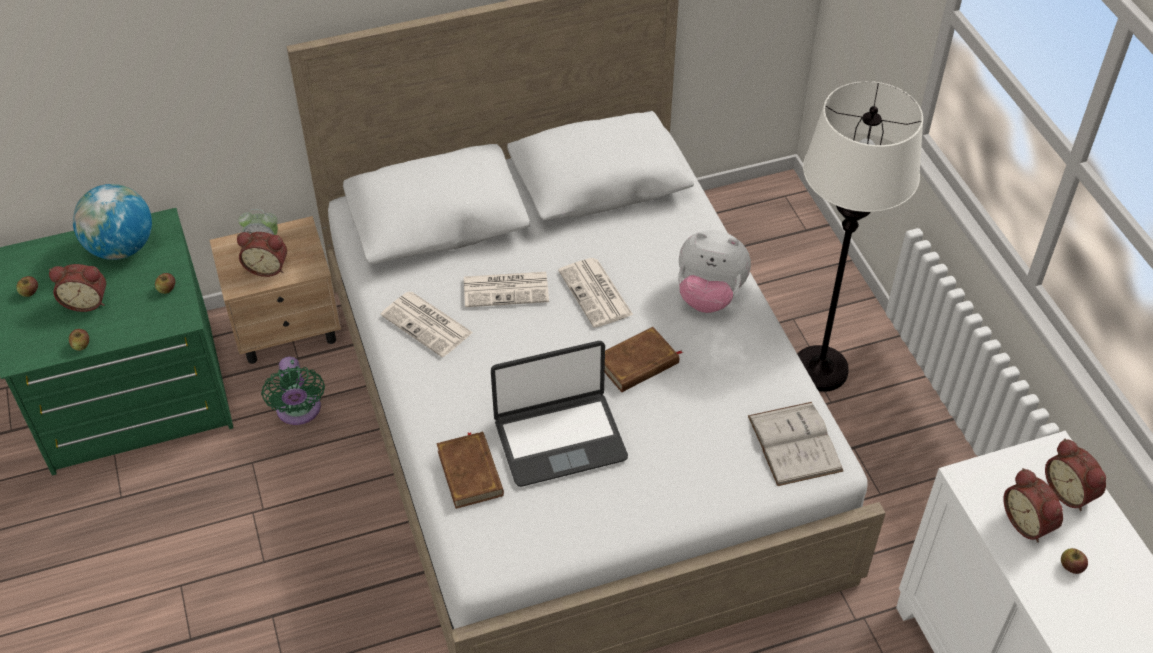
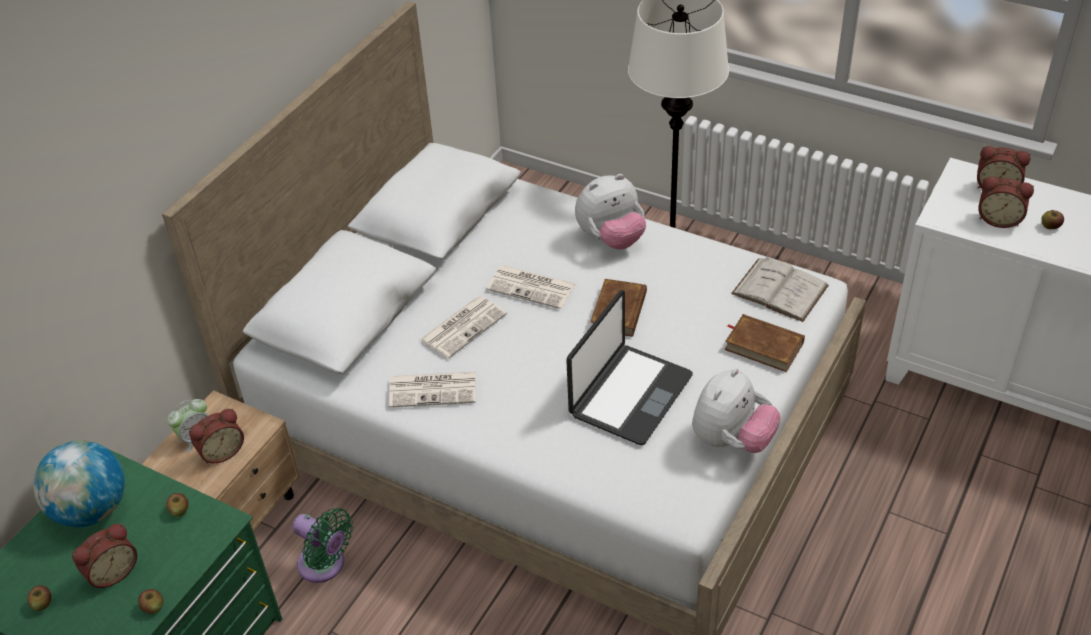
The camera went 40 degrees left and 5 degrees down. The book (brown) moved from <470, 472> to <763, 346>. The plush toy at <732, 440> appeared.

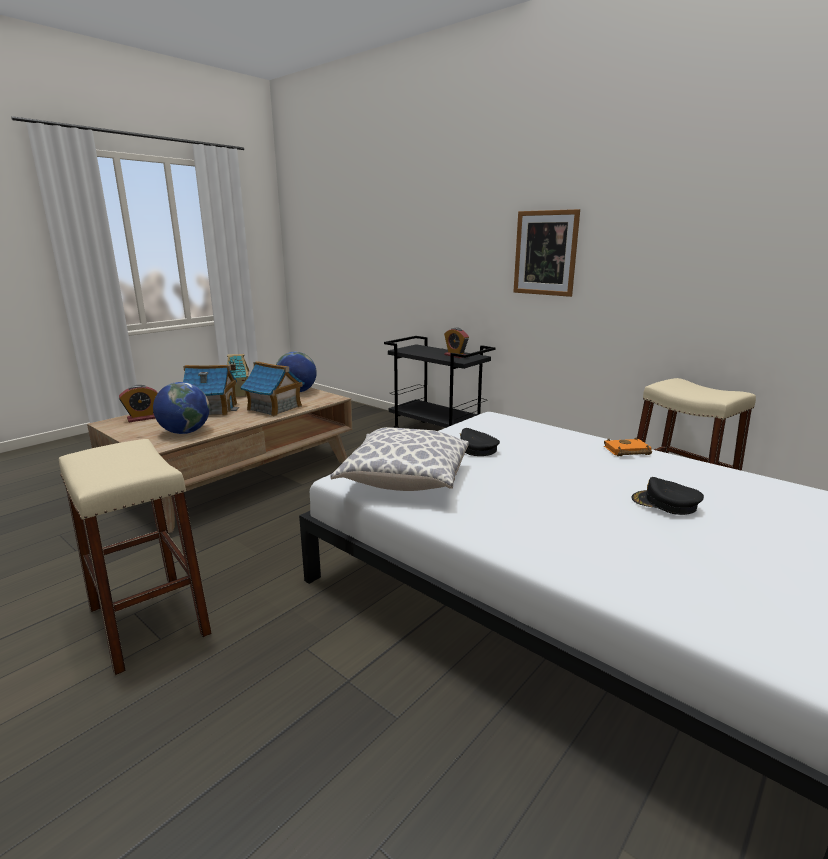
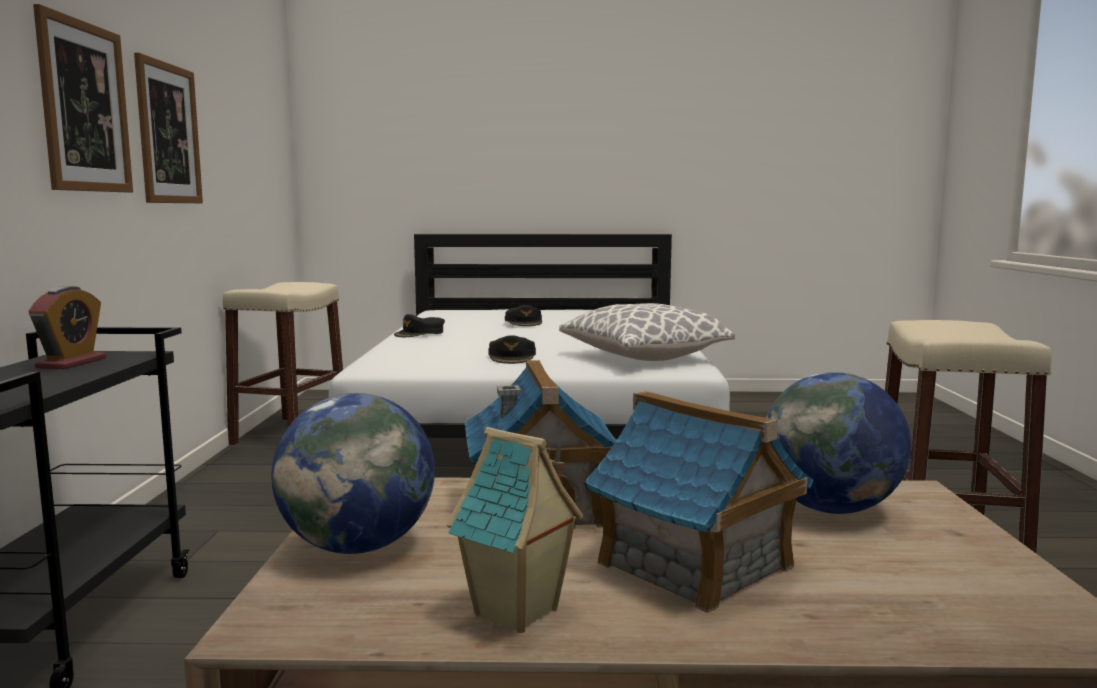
The camera went 130 degrees left and 10 degrees down. The alarm clock at <142, 418> disappeared. The book (orange) at <626, 451> was replaced by the cap (black) at <420, 333>. The picture at <168, 134> appeared.

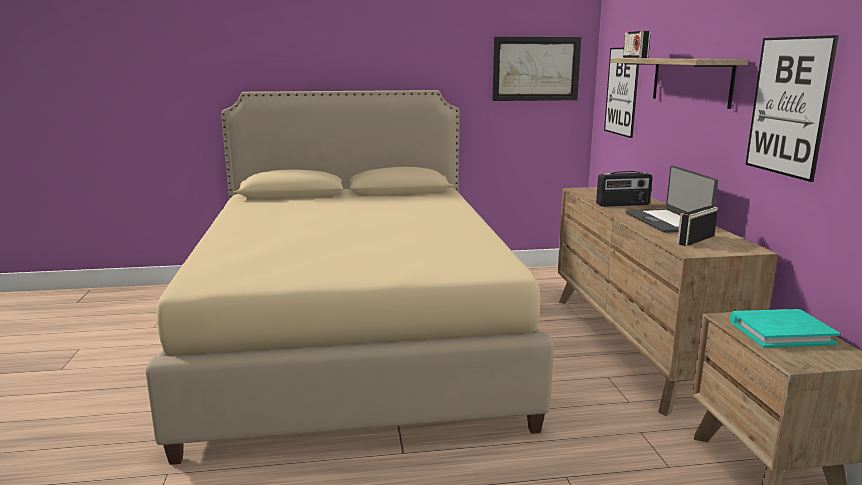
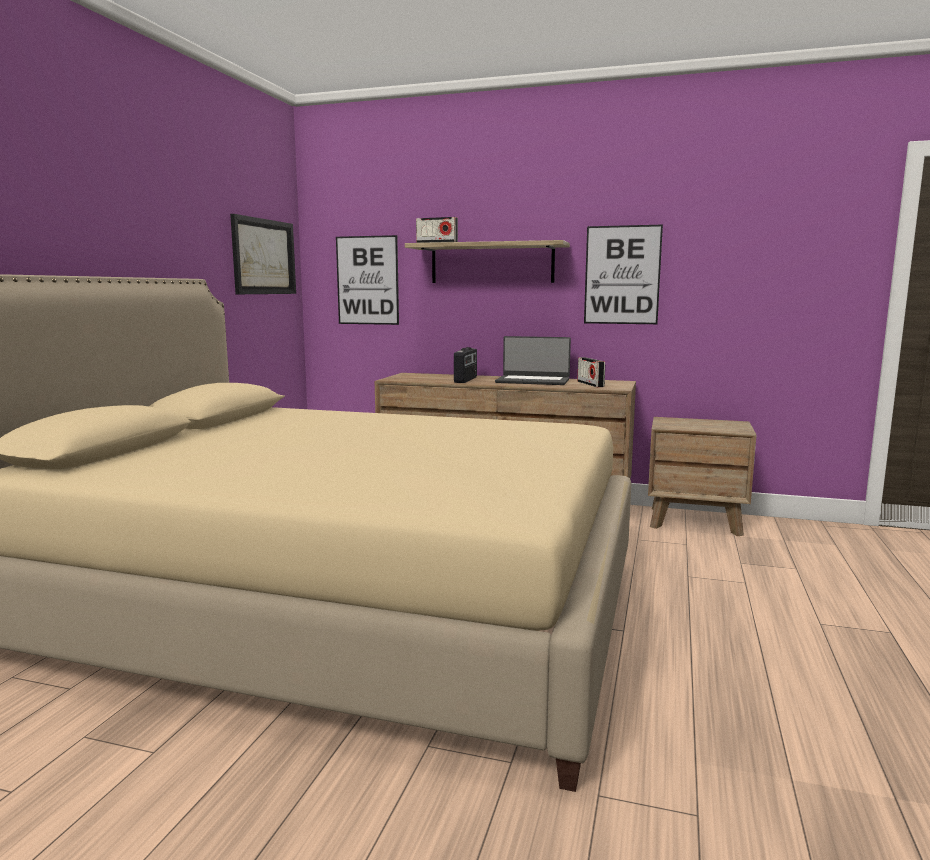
The camera went 65 degrees left and 5 degrees down. The book (turquoise) at <780, 332> disappeared.

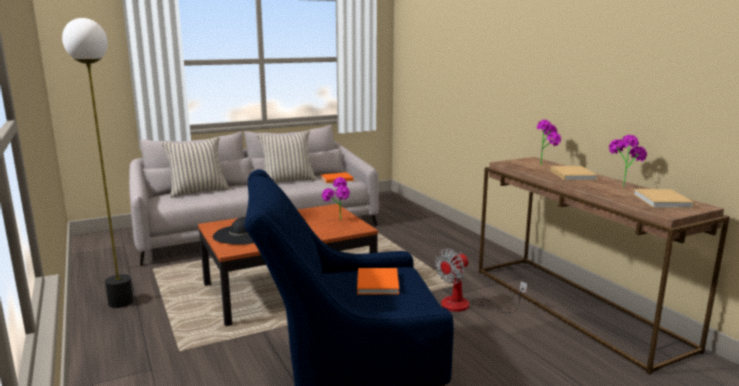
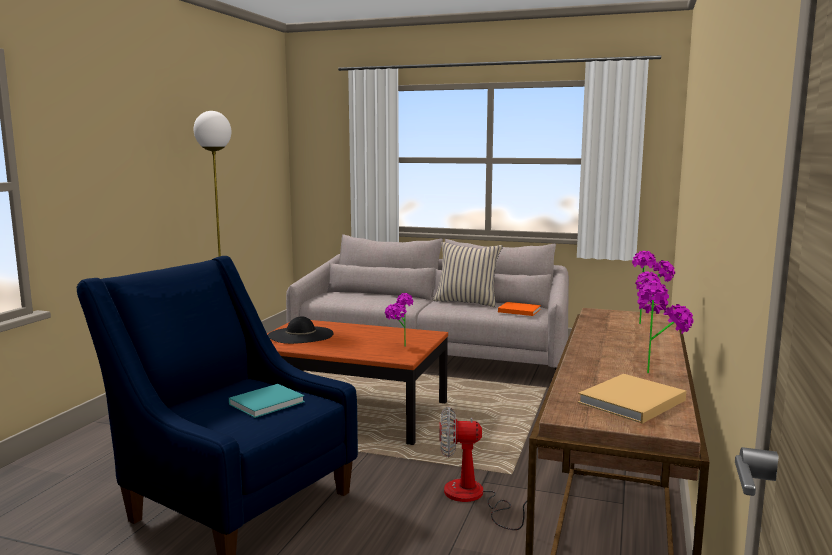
The camera went 45 degrees right and 5 degrees down. The pillow (beige) at <198, 191> disappeared. The book (beige) at <572, 174> disappeared. The book (orange) at <377, 282> became the book (turquoise) at <268, 402>.

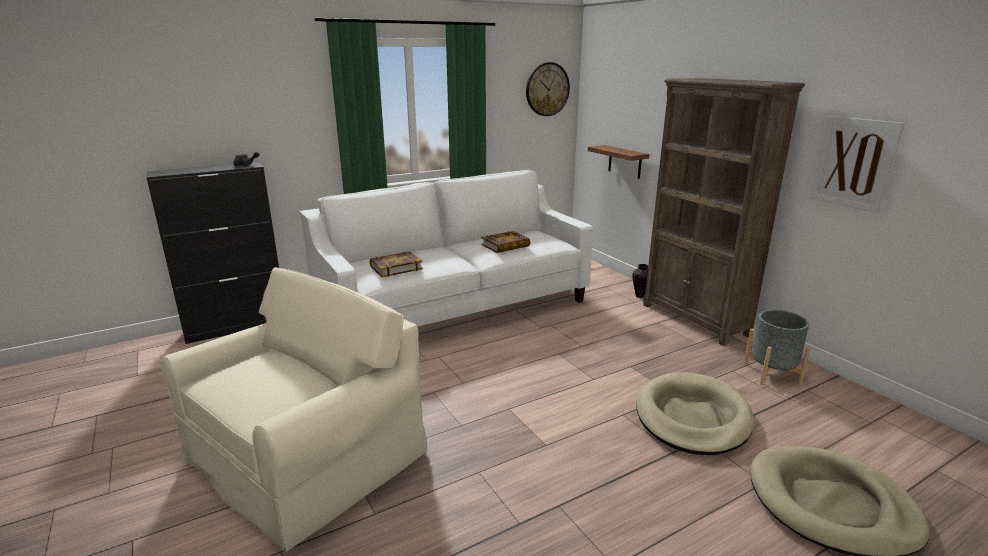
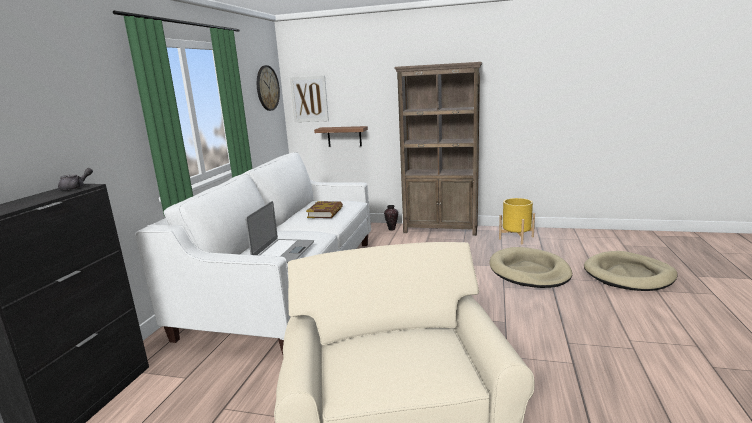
The camera went 45 degrees left and 5 degrees down. The picture moved from <854, 163> to <309, 99>. The book at <396, 268> was replaced by the laptop at <283, 252>. The planter (grey) at <771, 373> became the planter (yellow) at <516, 238>.

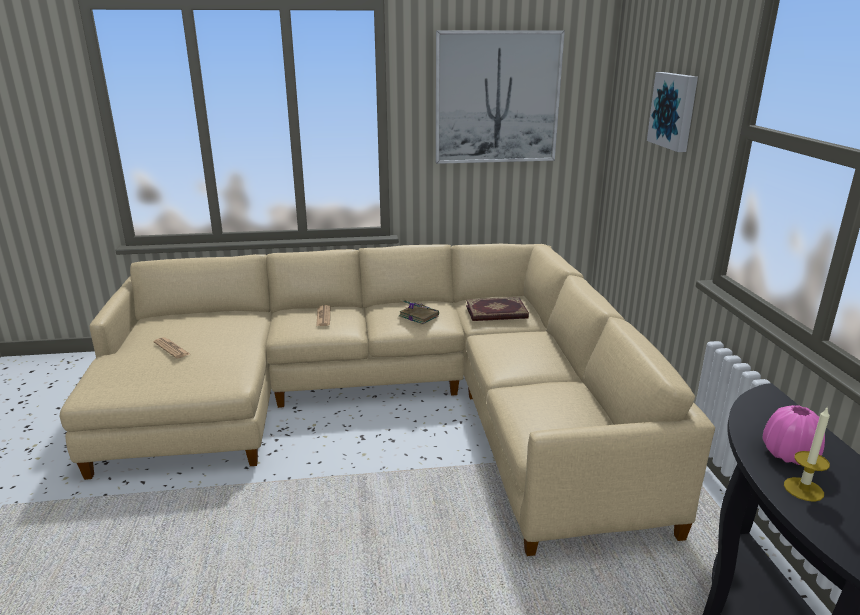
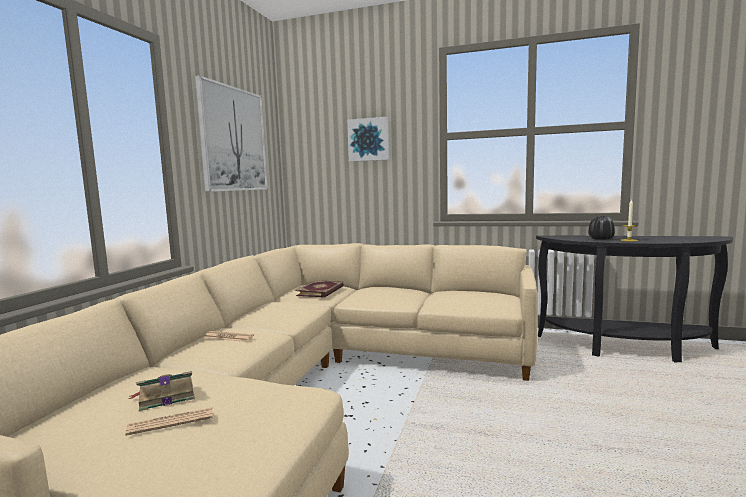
The camera went 65 degrees left and 15 degrees down. The book moved from <418, 316> to <165, 396>. The vase (pink) at <789, 454> became the vase (black) at <601, 239>.

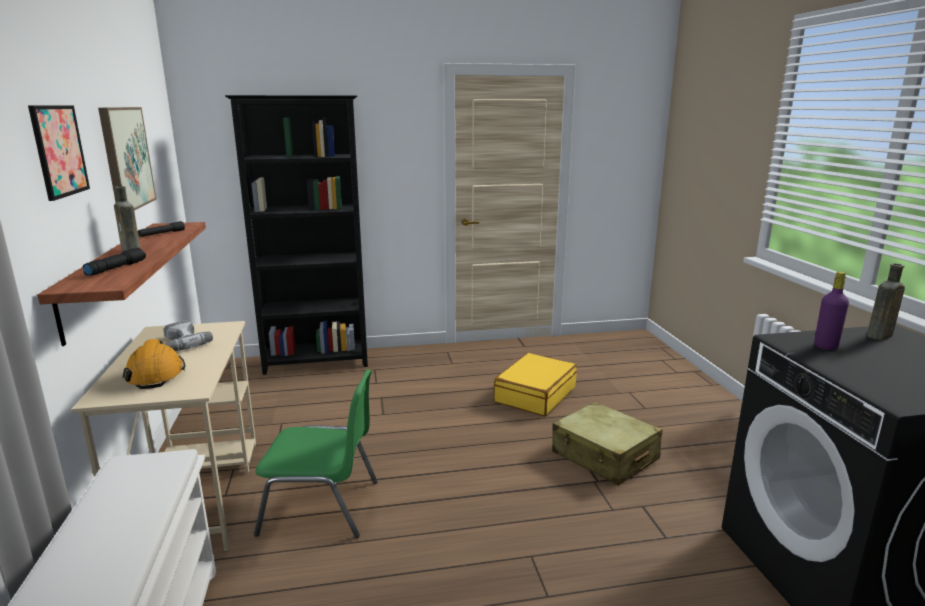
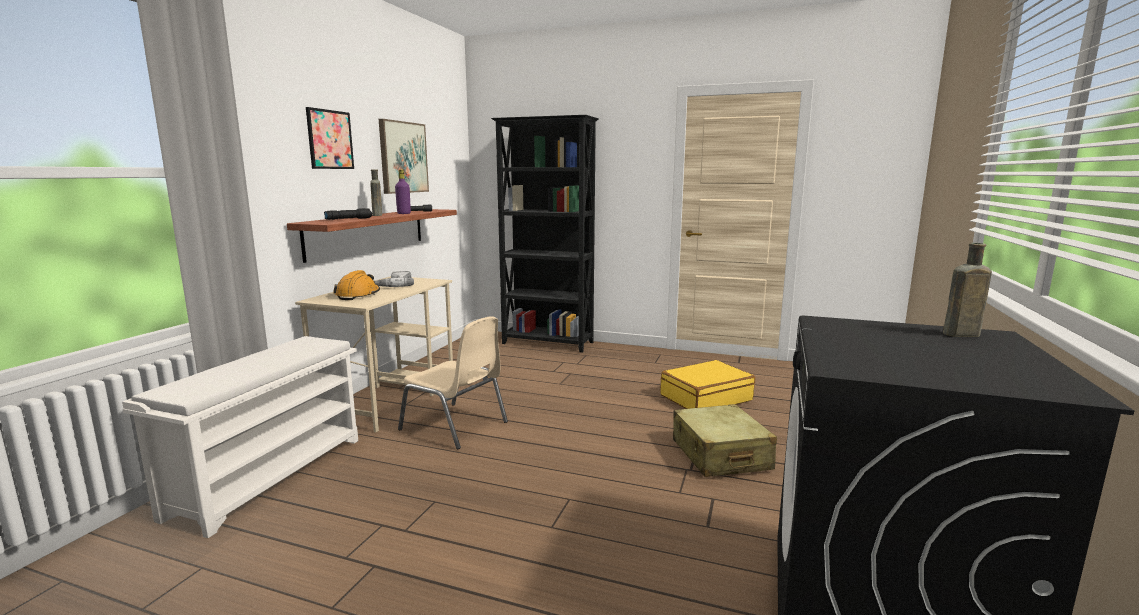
The camera went 30 degrees right and 5 degrees down. The bottle (purple) moved from <825, 346> to <404, 213>. The chair (green) at <322, 507> became the chair (beige) at <455, 426>.

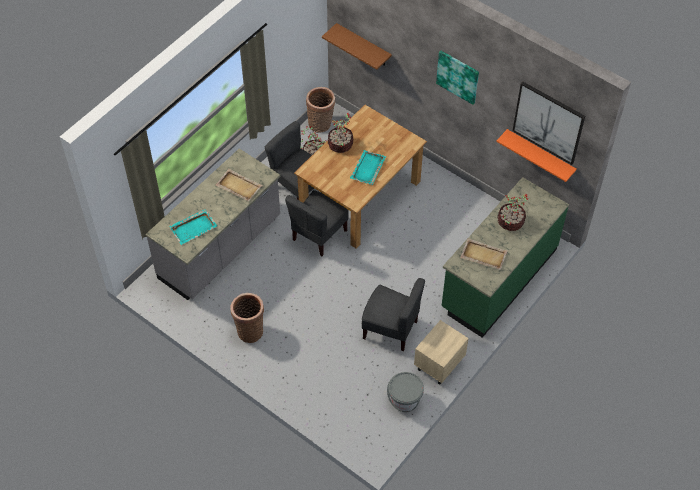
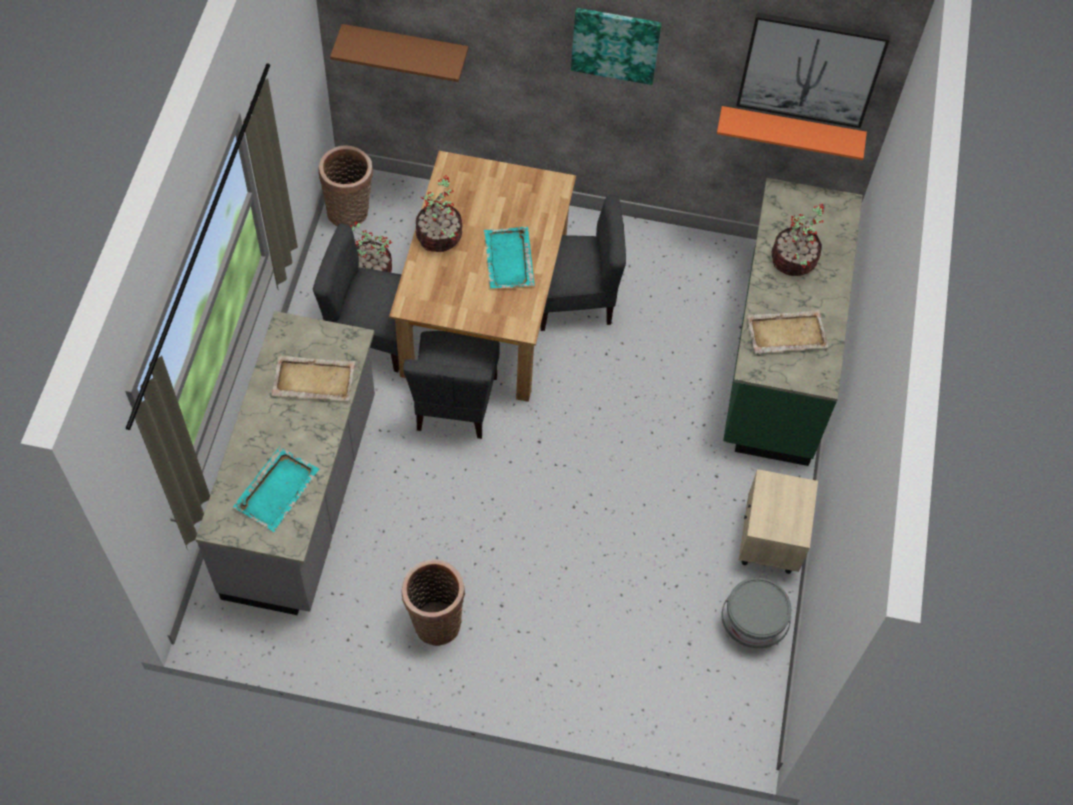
The camera went 30 degrees left and 5 degrees up. The chair (grey) moved from <391, 329> to <573, 300>.

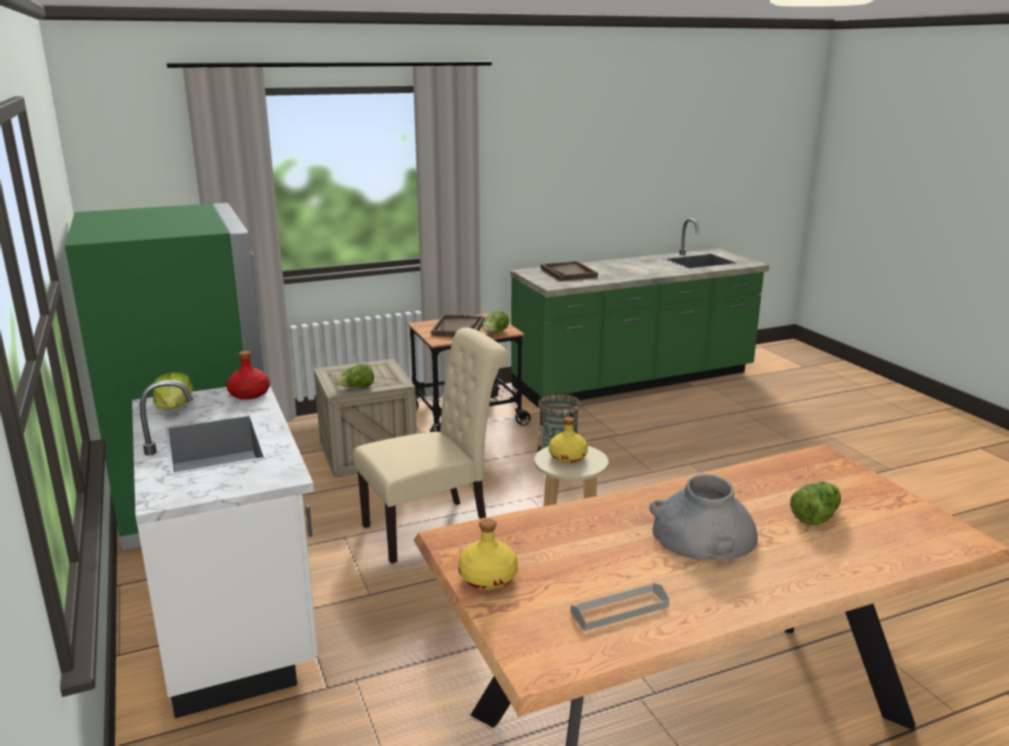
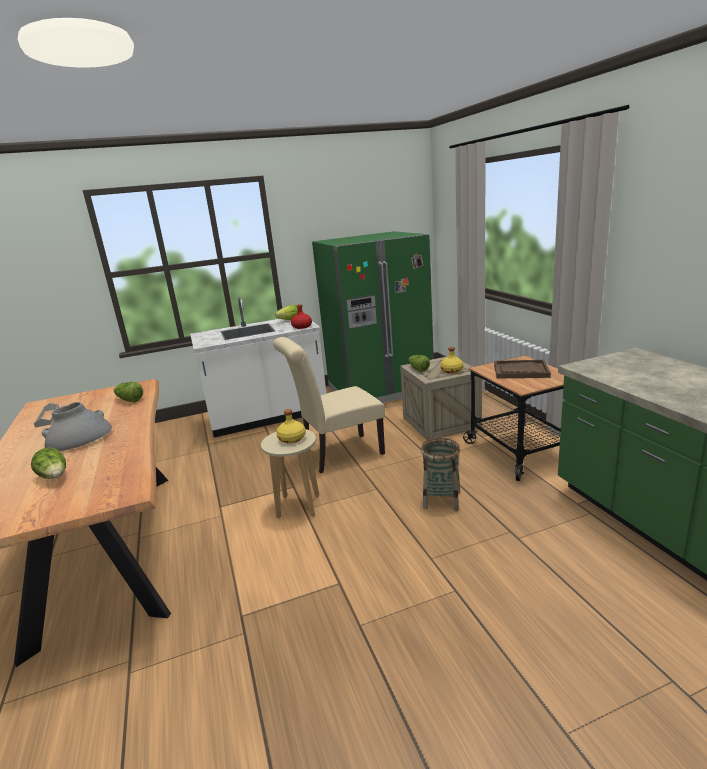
The camera went 95 degrees right and 0 degrees up. The tray (brown) at <568, 273> disappeared. The lettuce moved from <494, 333> to <129, 400>. The chair (beige) at <434, 527> turned 90 degrees clockwise. The bottle (yellow) moved from <488, 578> to <452, 371>.

